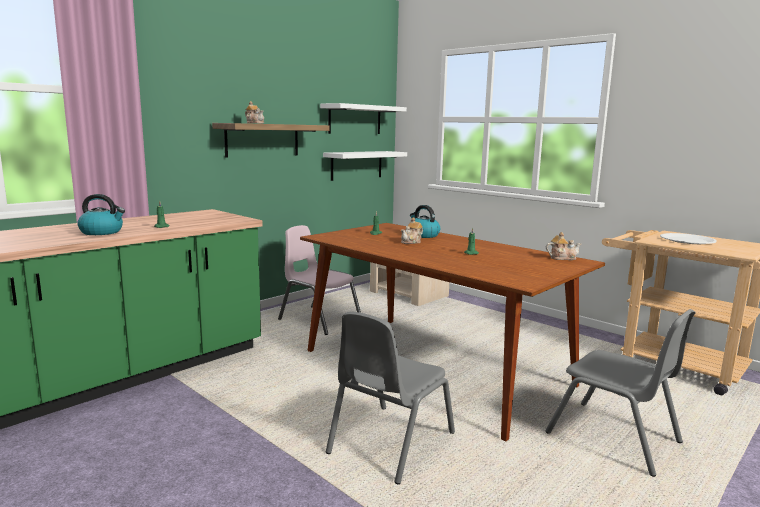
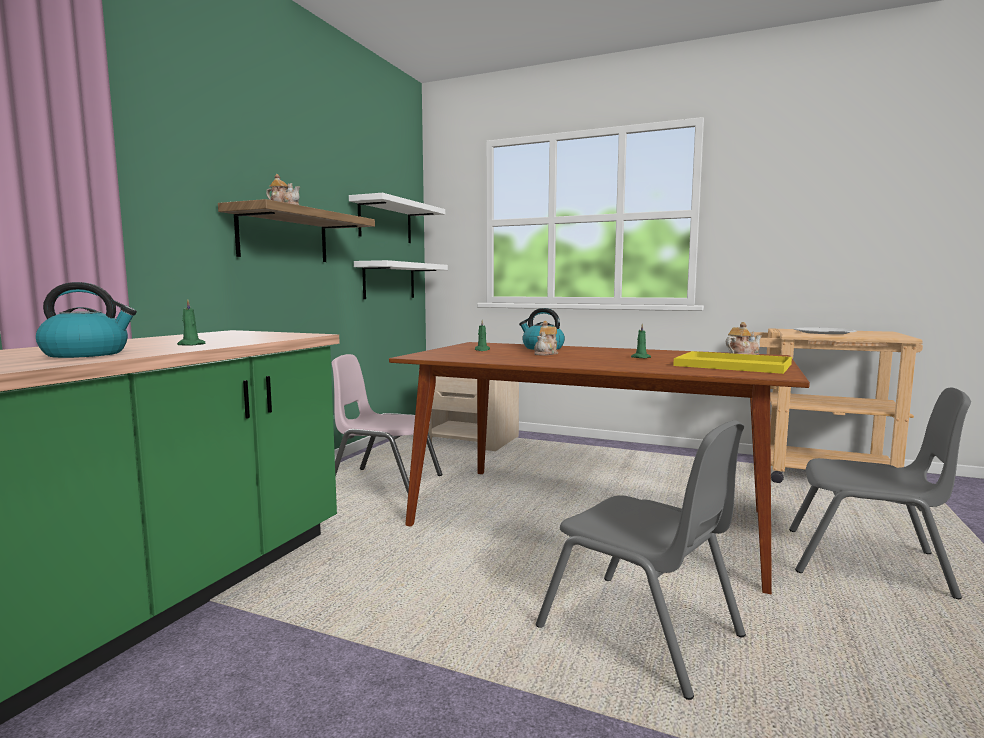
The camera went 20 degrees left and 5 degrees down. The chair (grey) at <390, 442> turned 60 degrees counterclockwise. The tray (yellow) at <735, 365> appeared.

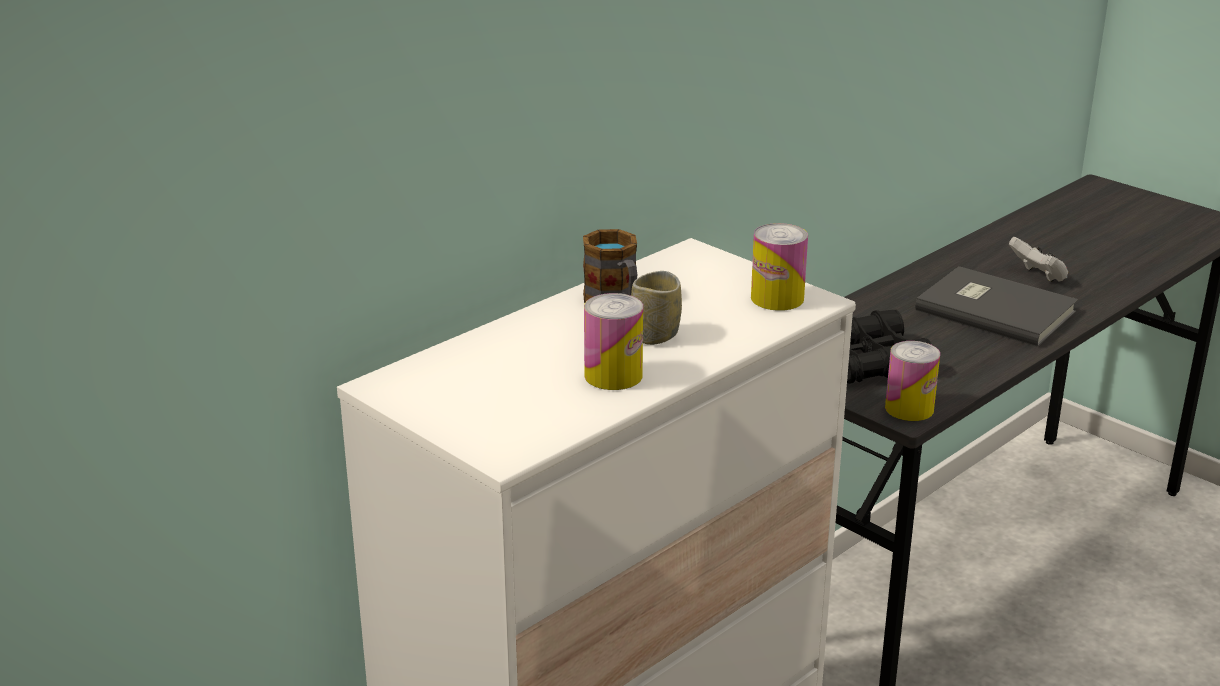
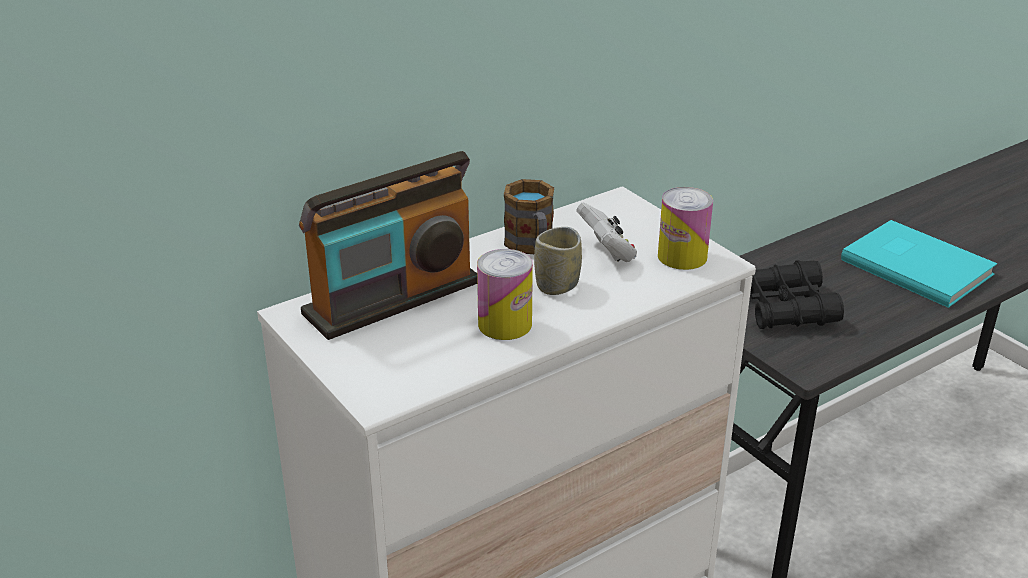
The camera went 10 degrees right and 5 degrees up. The game controller (white) moved from <1038, 276> to <607, 252>. The book (grey) at <995, 309> became the book (turquoise) at <916, 265>. The can at <909, 408> disappeared. The radio at <393, 298> appeared.

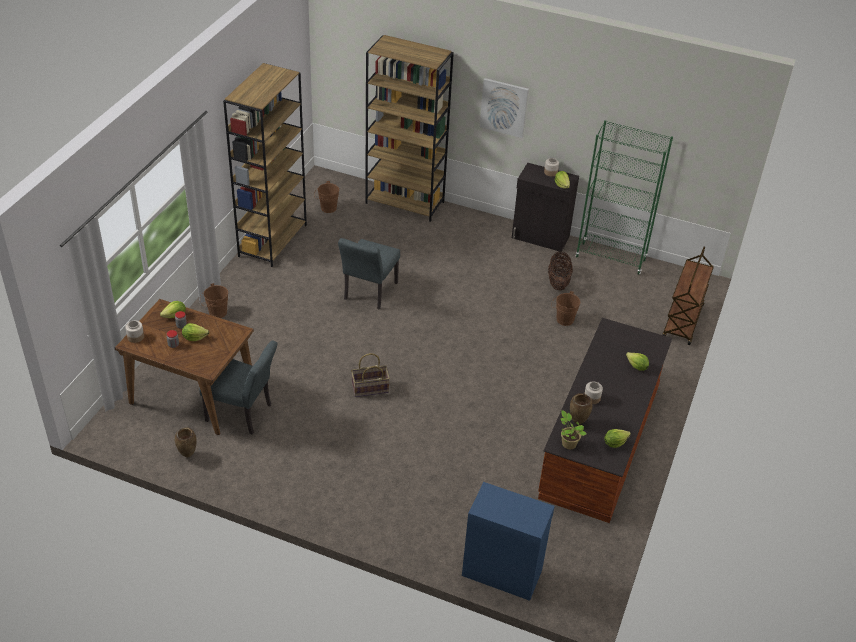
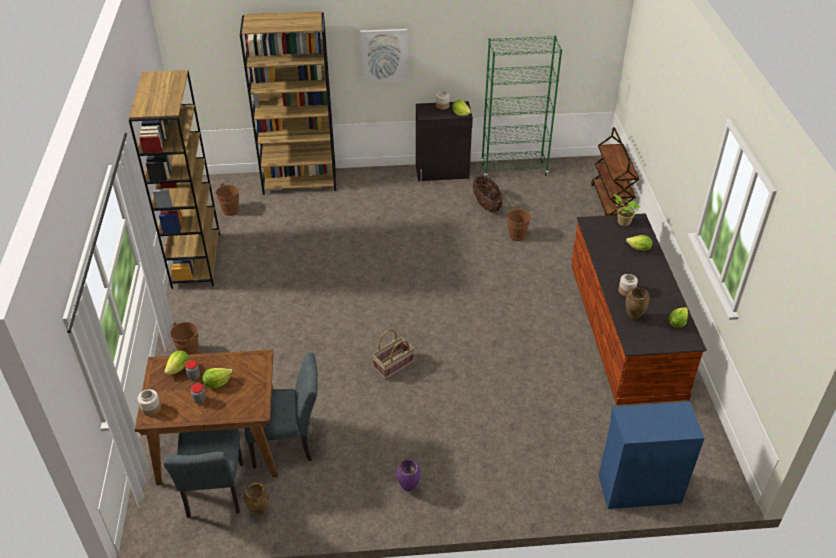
The camera went 25 degrees left and 0 degrees up. The chair (grey) moved from <368, 293> to <214, 495>. The potted plant moved from <568, 443> to <622, 222>. The vase (purple) at <409, 489> appeared.

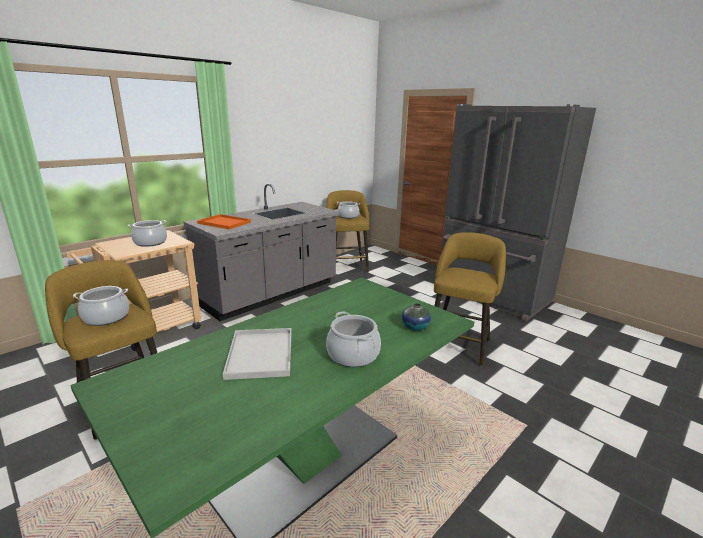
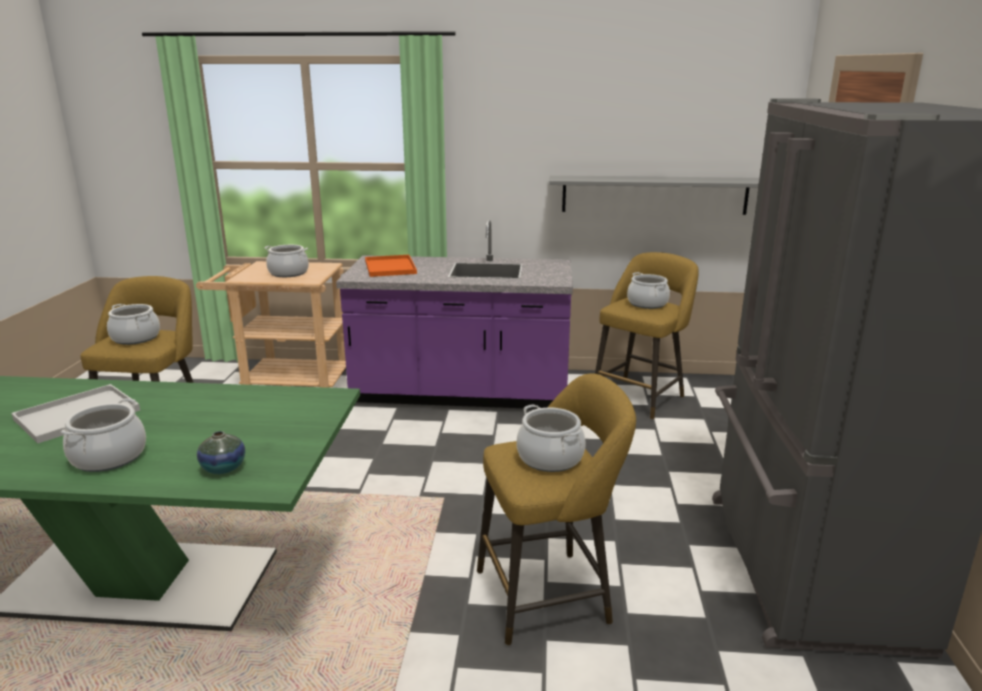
The camera went 50 degrees right and 0 degrees up. The counter (grey) at <270, 294> became the counter (purple) at <461, 393>. The shelf (grey) at <654, 194> appeared. The cooking pot at <550, 458> appeared.

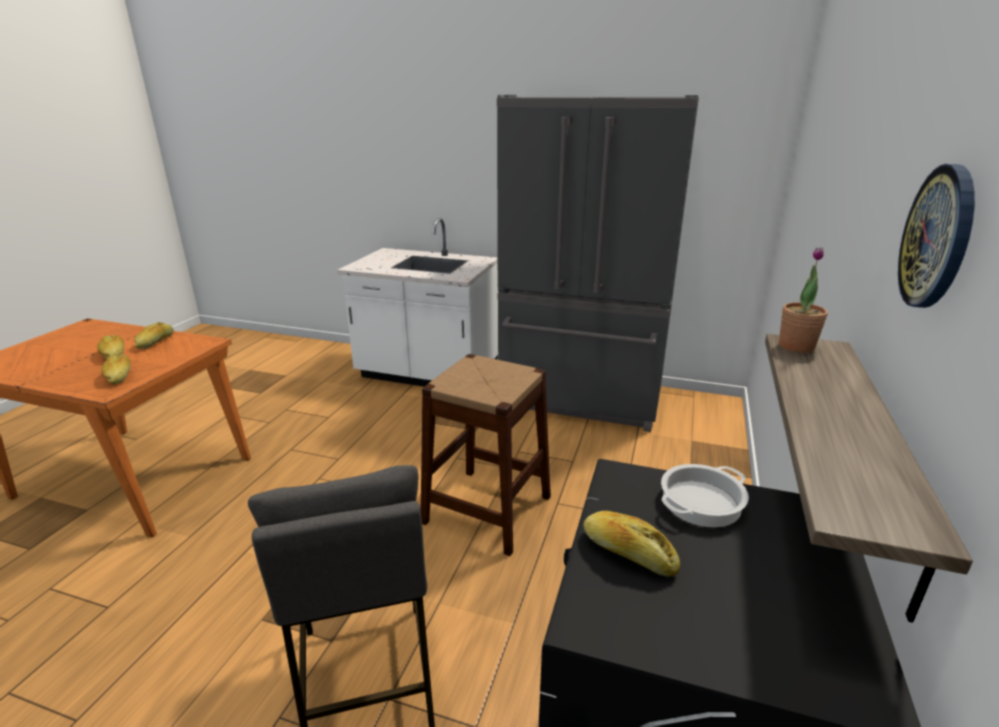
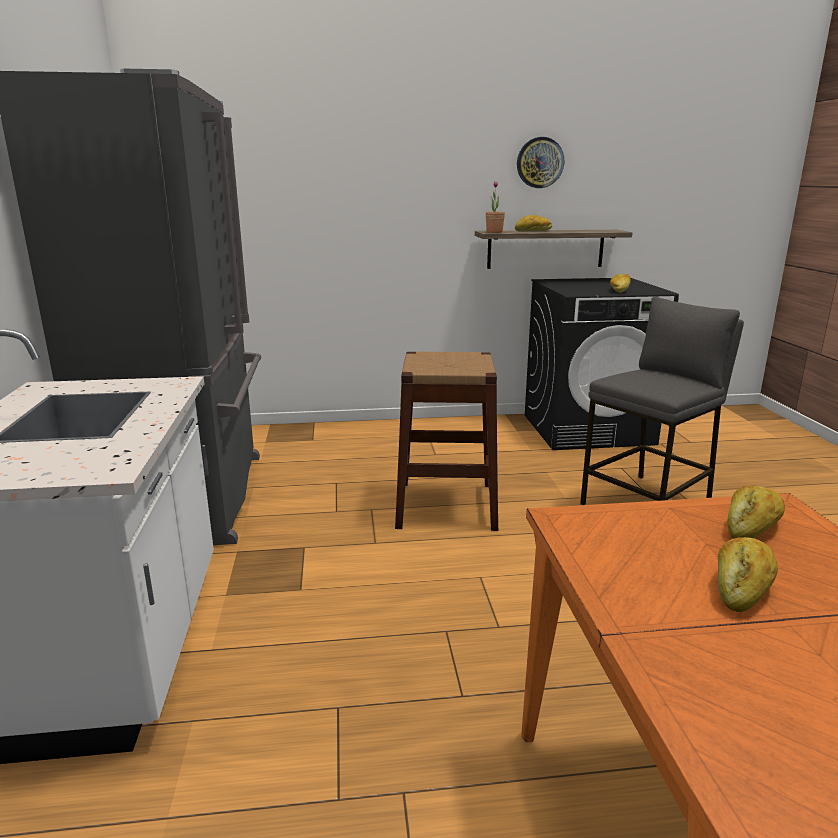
The camera went 115 degrees left and 5 degrees down. The bread moved from <155, 342> to <533, 231>. The cooking pot at <701, 503> disappeared.

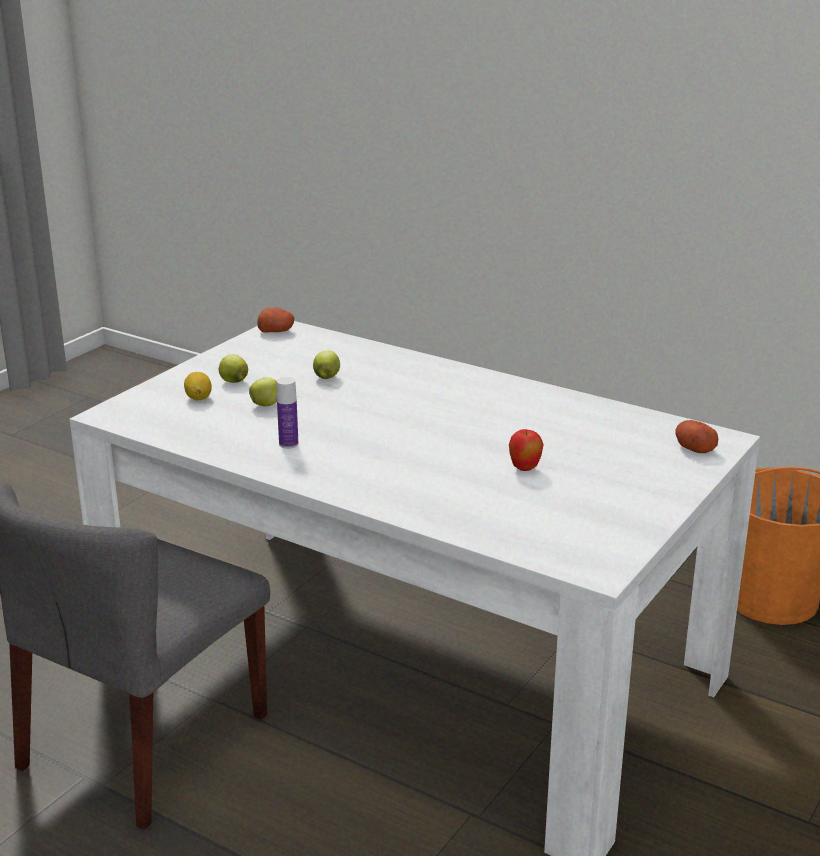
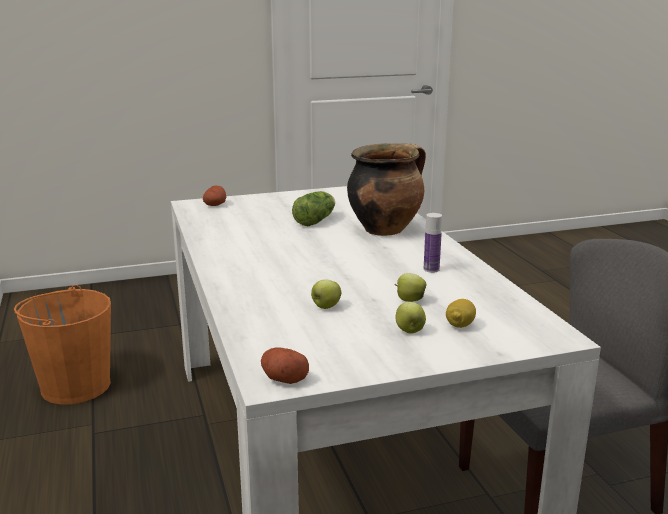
The camera went 140 degrees left and 5 degrees down. The apple at <524, 468> was replaced by the lettuce at <316, 220>. The cooking pot at <385, 229> appeared.

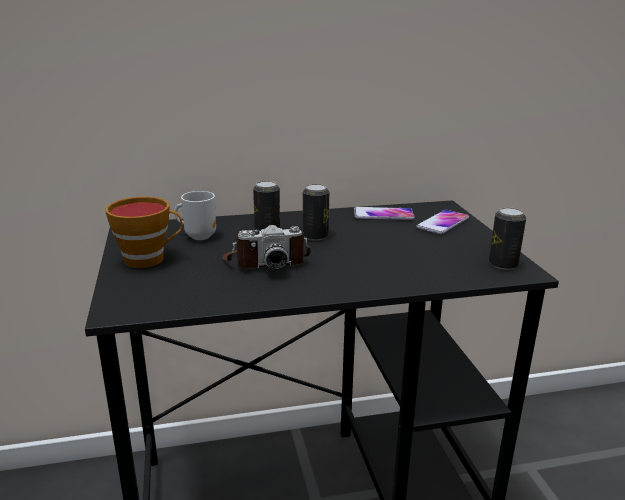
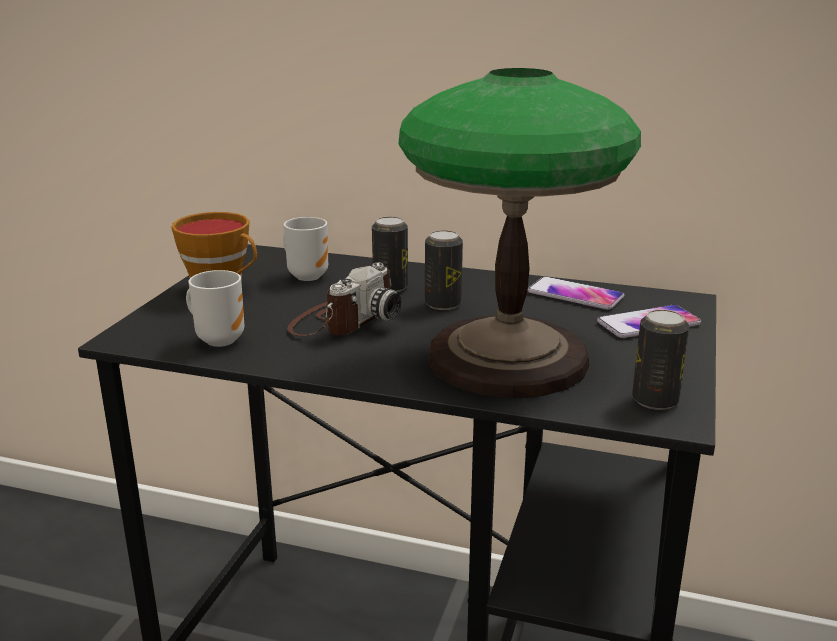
The camera went 30 degrees right and 0 degrees up. The photo camera at <266, 261> turned 75 degrees counterclockwise. The table lamp at <509, 359> appeared. The mug at <219, 339> appeared.

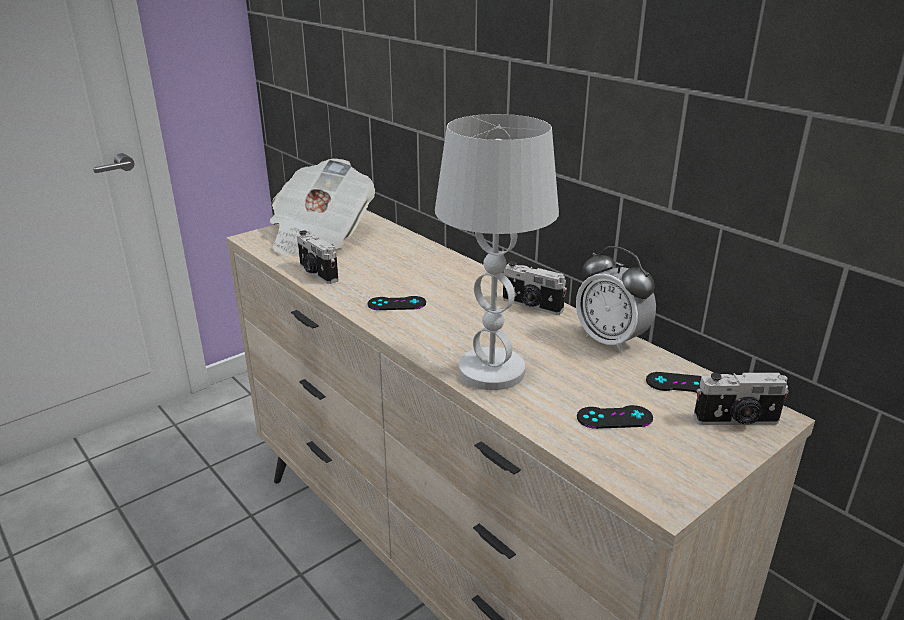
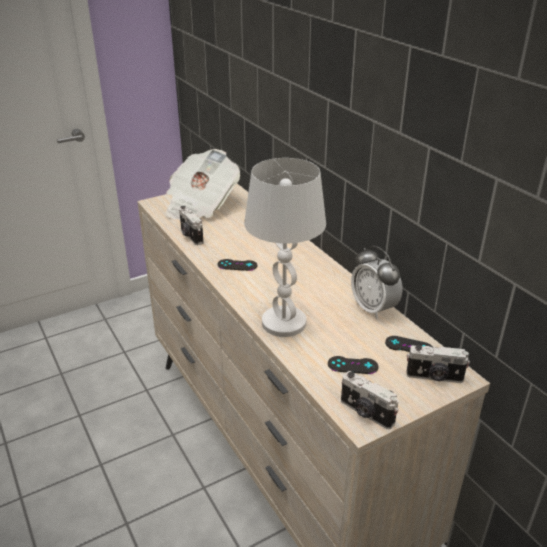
The camera went 10 degrees right and 5 degrees up. The photo camera moved from <531, 306> to <366, 413>.

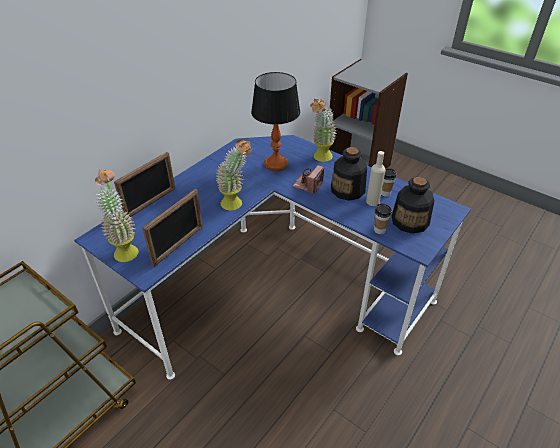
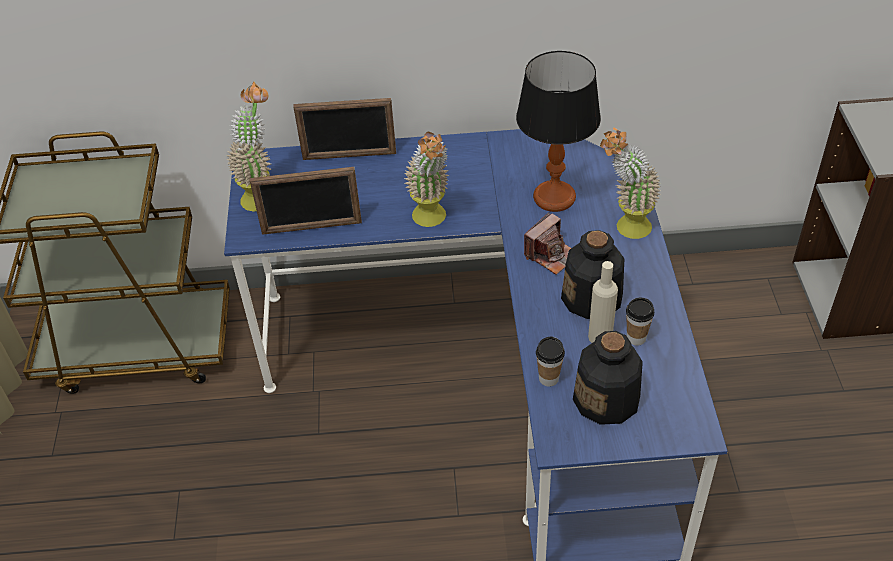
The camera went 50 degrees right and 5 degrees up. The photo camera at <308, 185> turned 150 degrees clockwise.

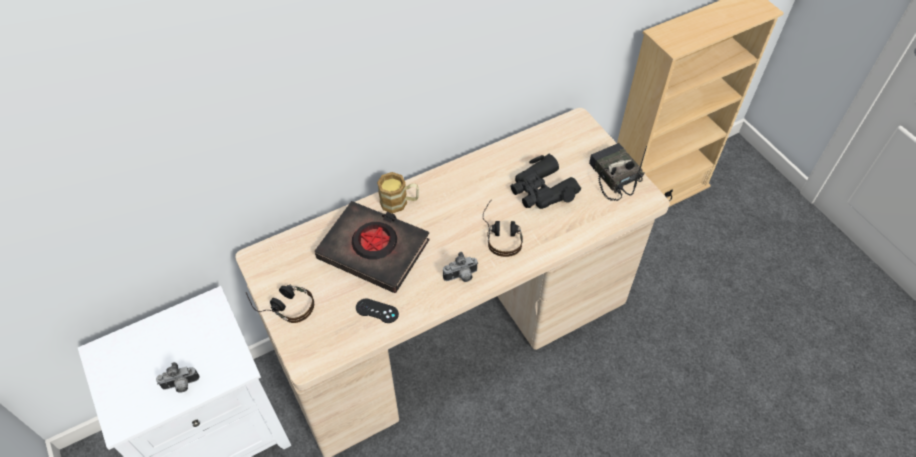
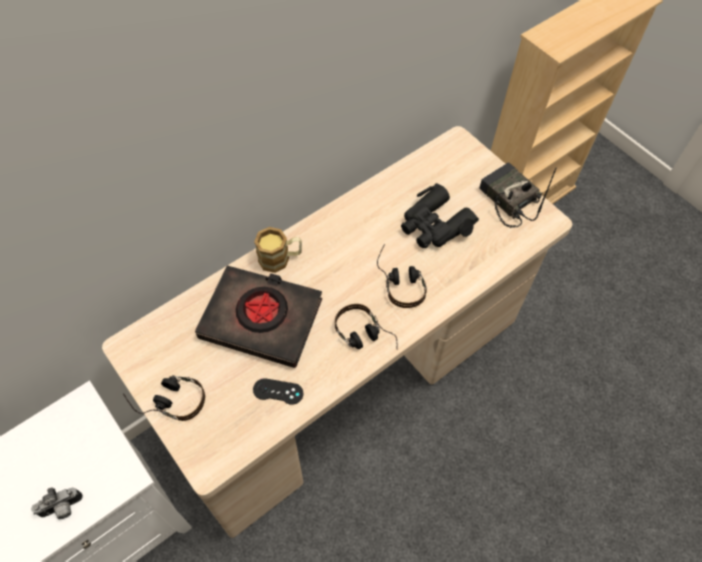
The camera went 10 degrees left and 5 degrees up. The photo camera at <461, 277> was replaced by the headphones at <365, 337>.

